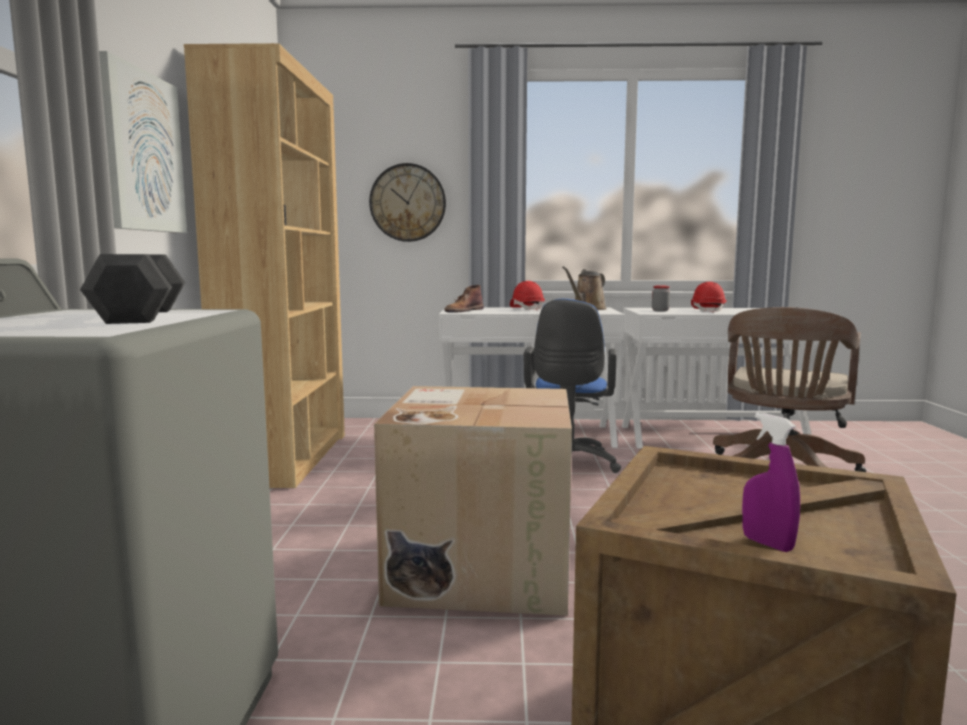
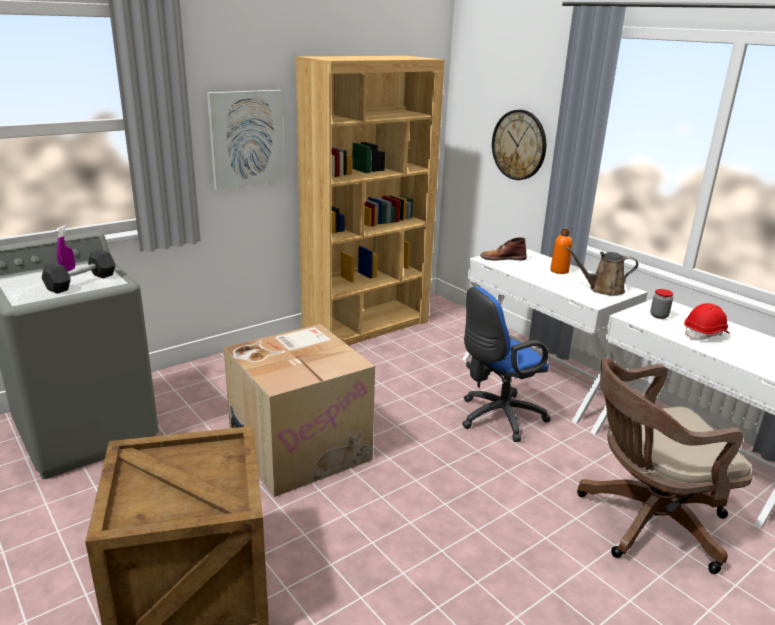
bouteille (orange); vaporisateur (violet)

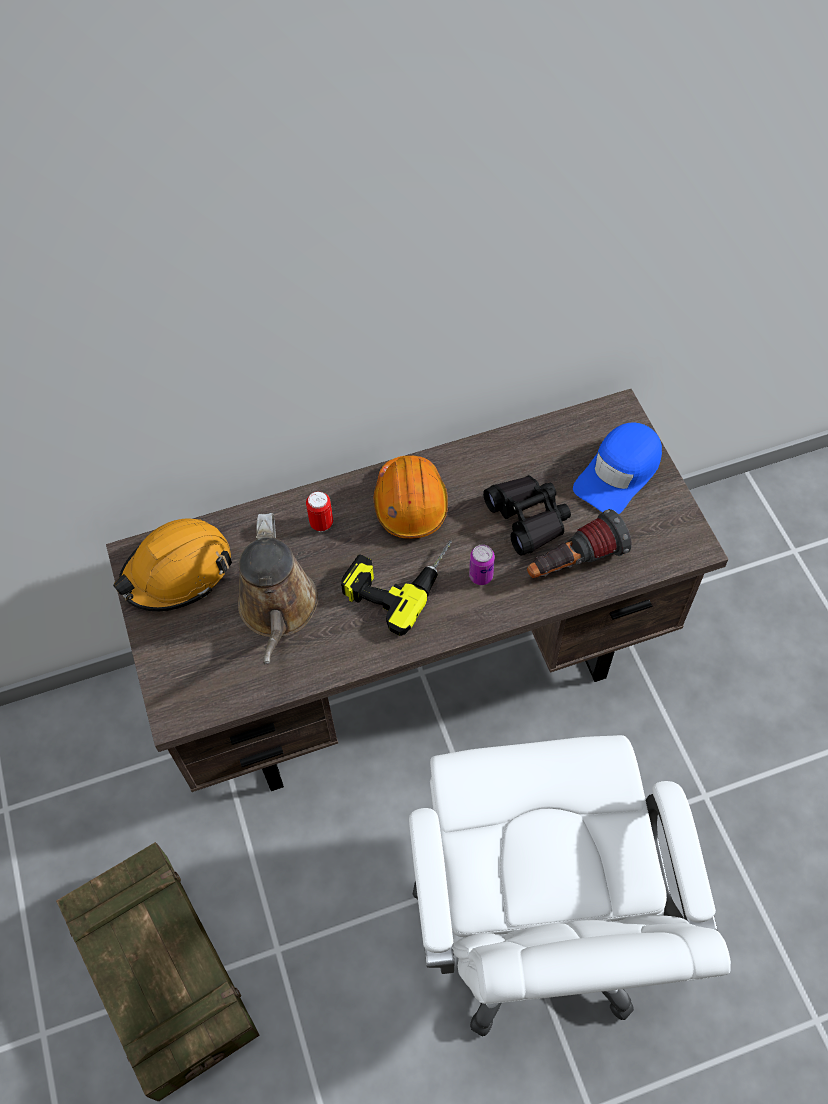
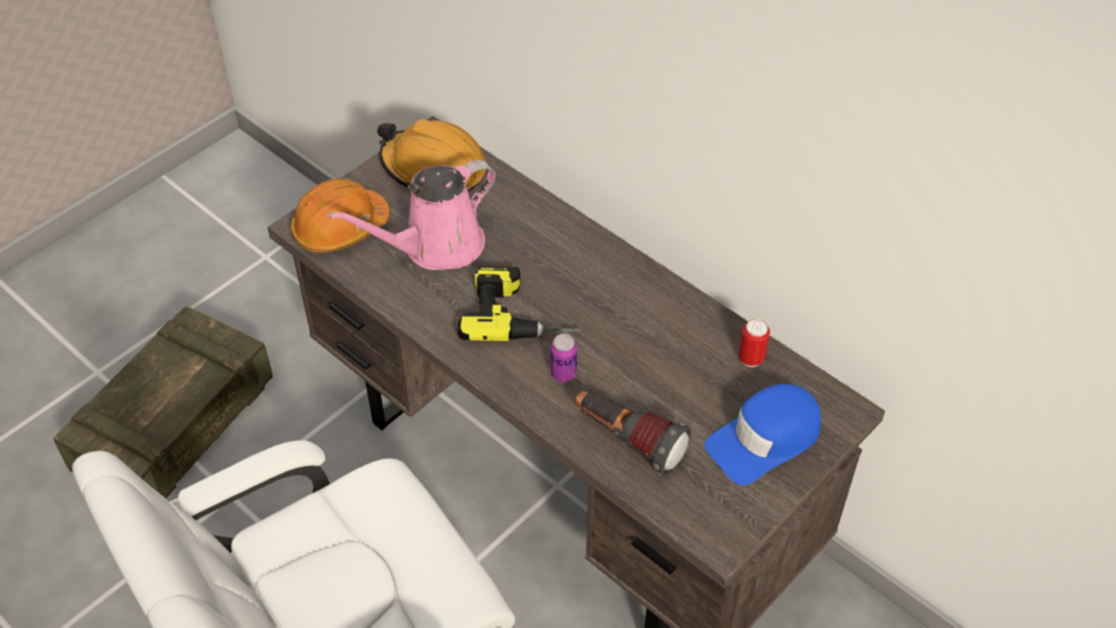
arrosoir (rose); boîte métallique (no. 2 from left); casque de chantier (orange) (no. 1 from left); jumelles (noir); casquette (bleu)

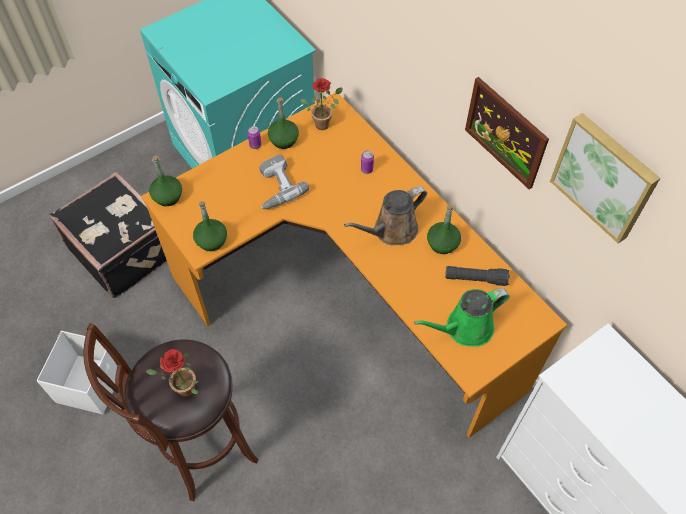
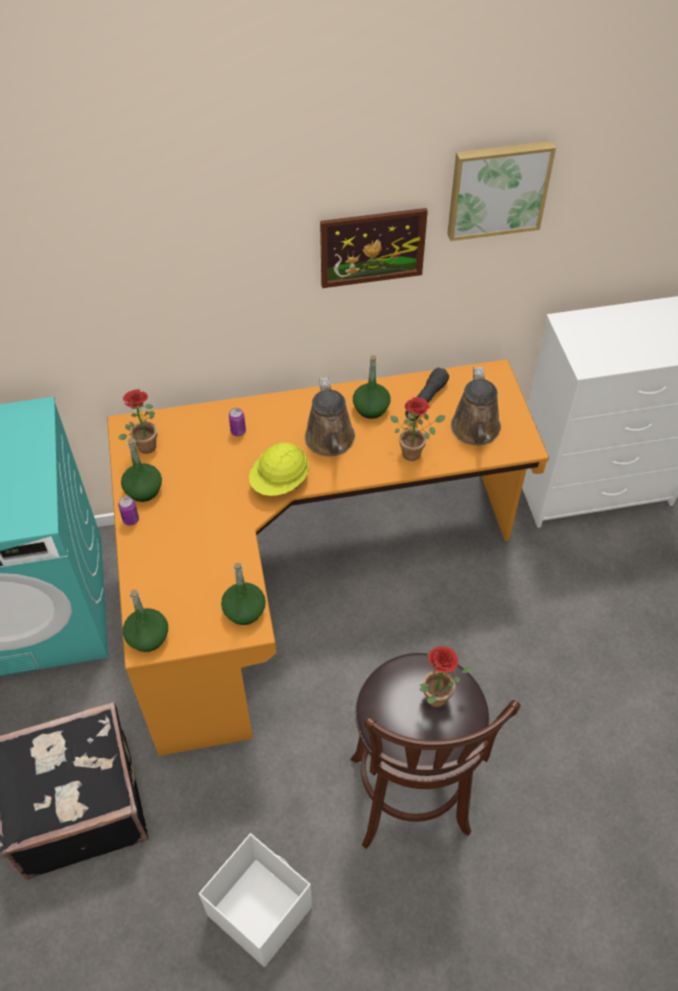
perceuse; arrosoir (marron) (no. 2 from left); casque de chantier (jaune); plante en pot (no. 2 from left)

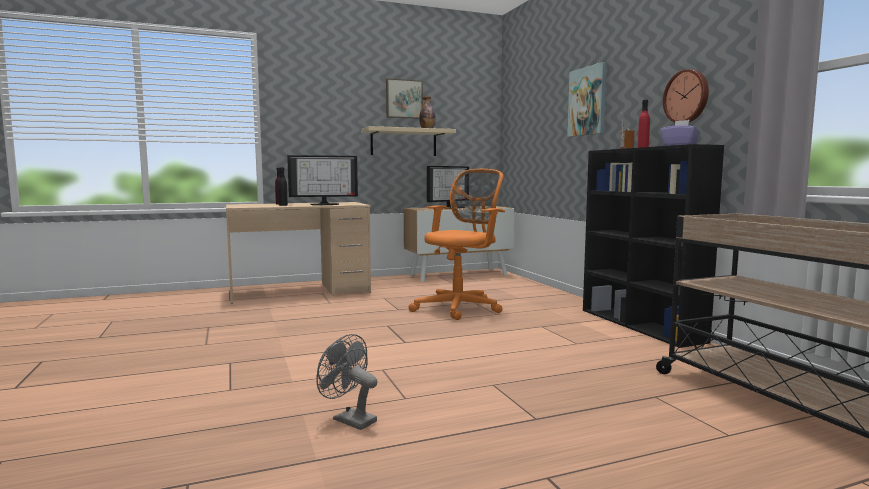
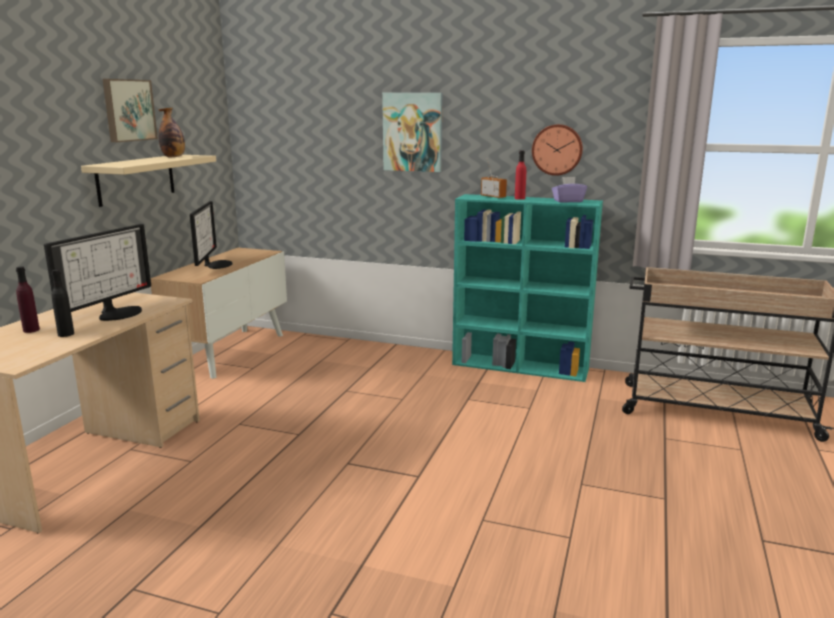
ventilateur (gris); chaise de bureau (orange); bibliothèque (turquoise)

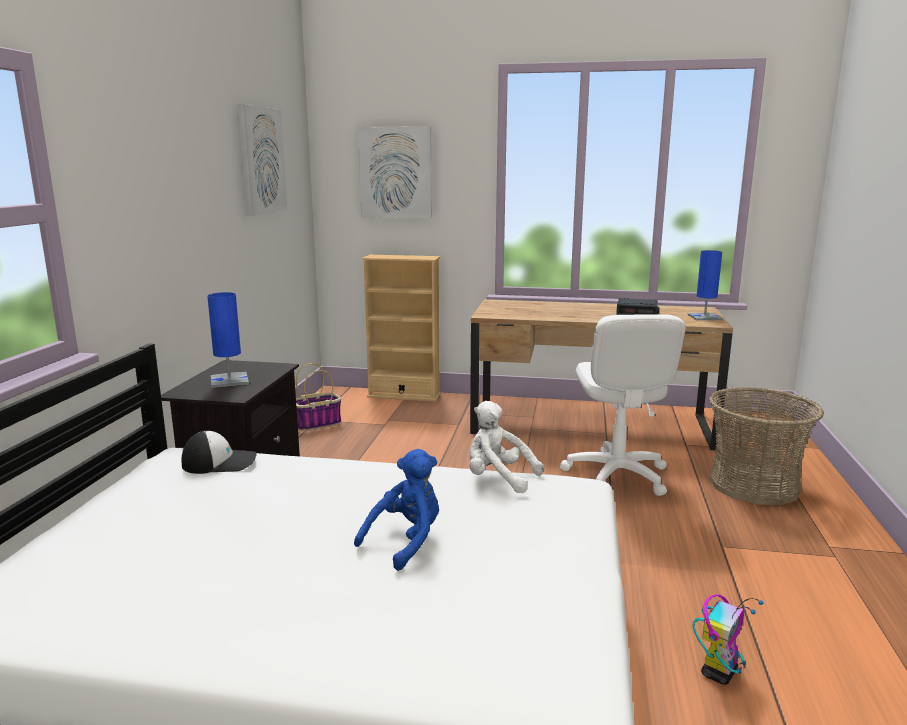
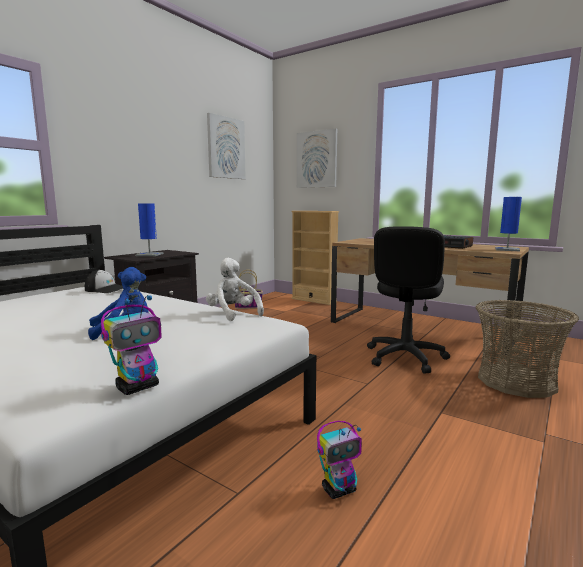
chaise de bureau (noir); robot jouet (no. 1 from left)

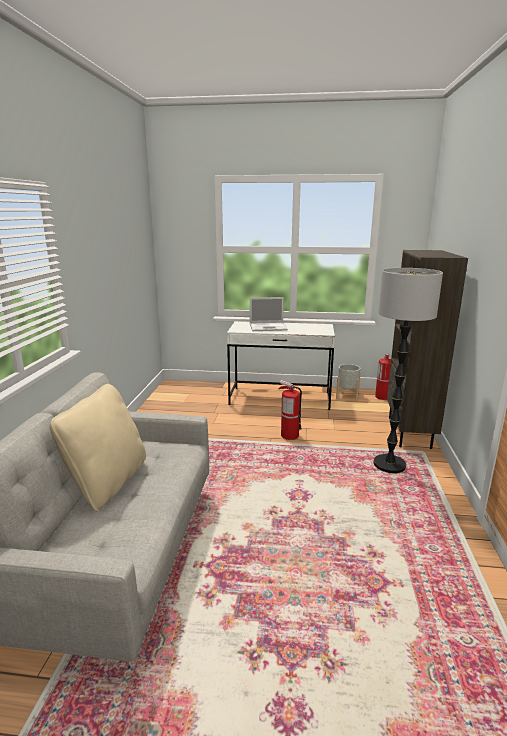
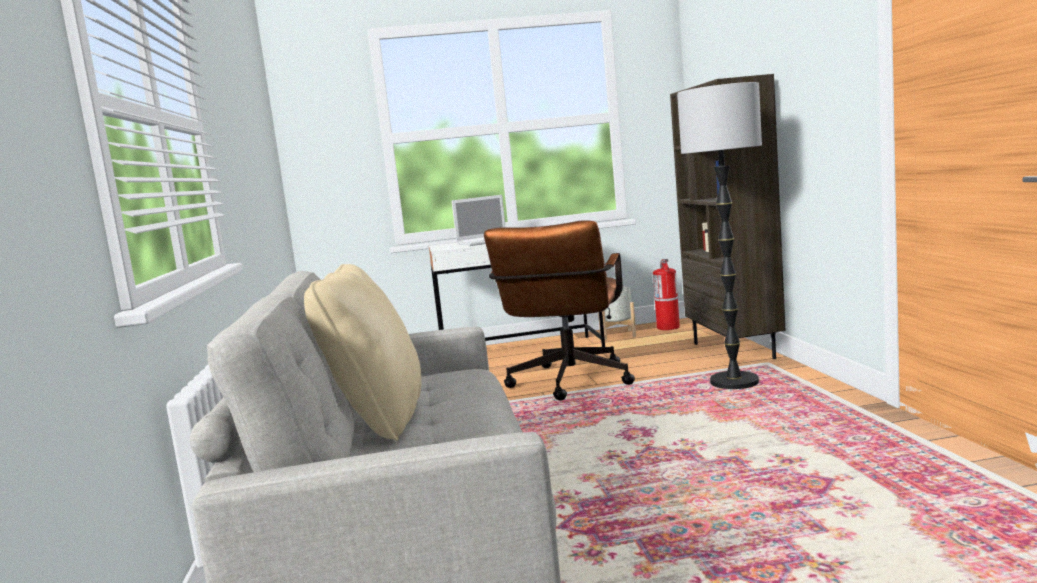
chaise de bureau (marron)

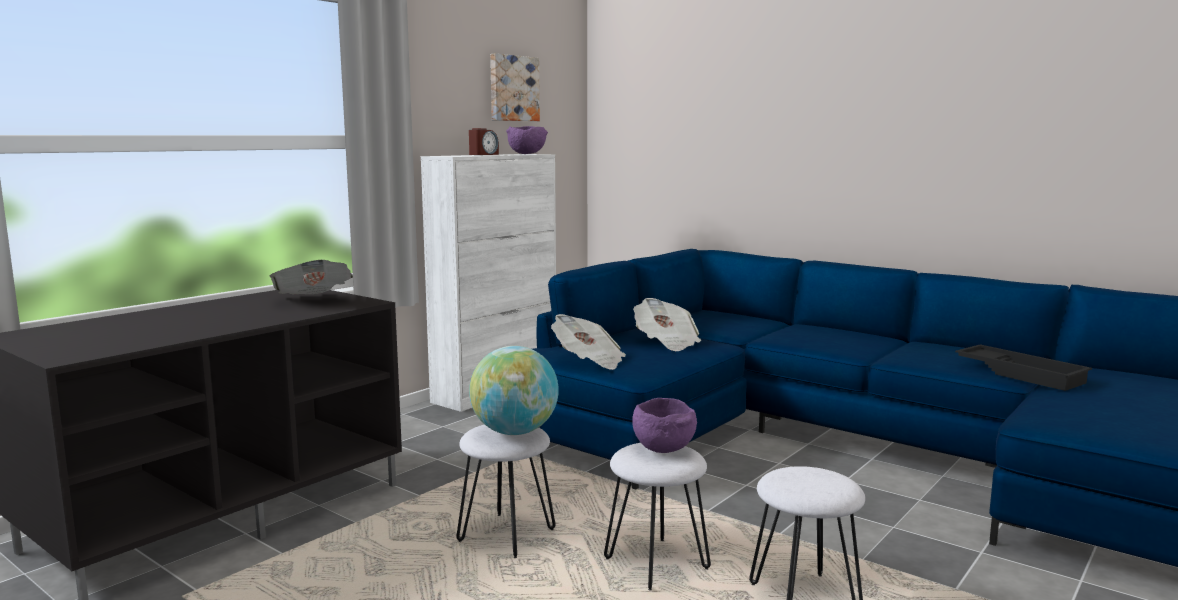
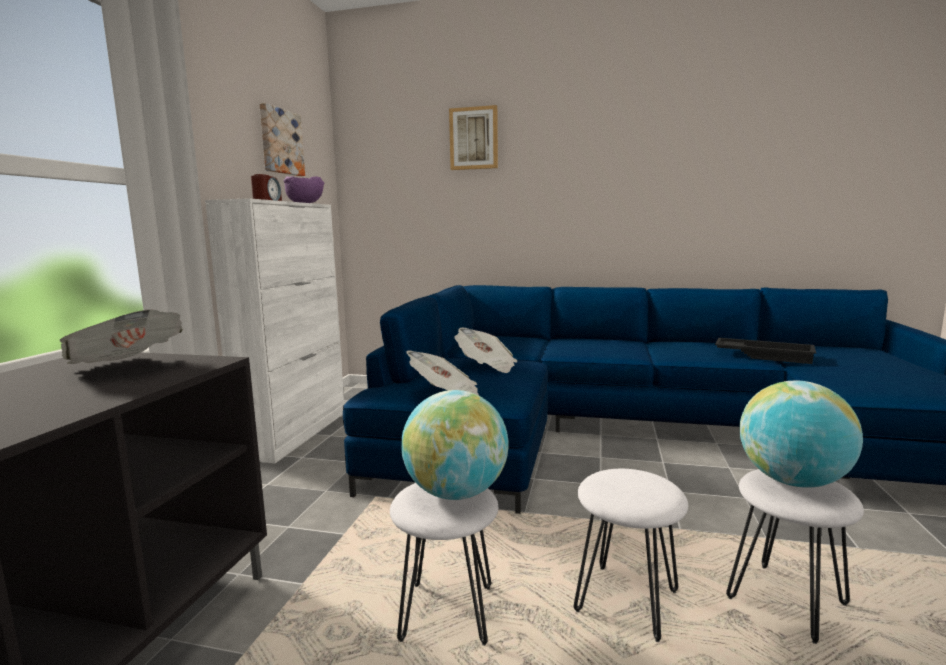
bol (violet) (no. 2 from left in the first image); tableau (no. 2 from left); globe (no. 2 from left)

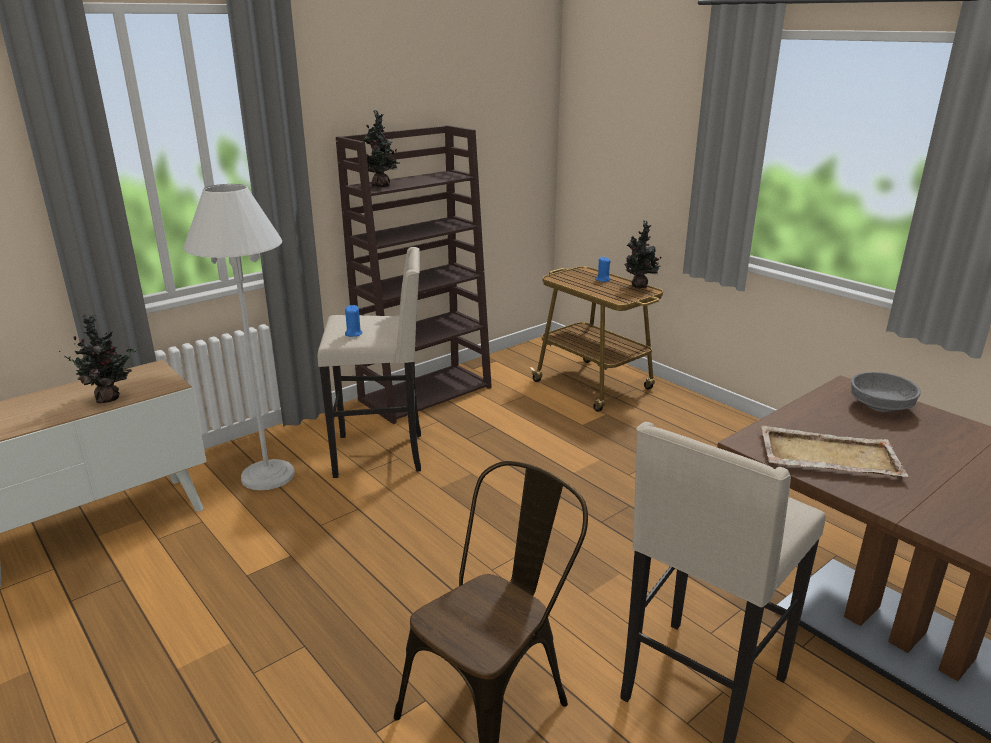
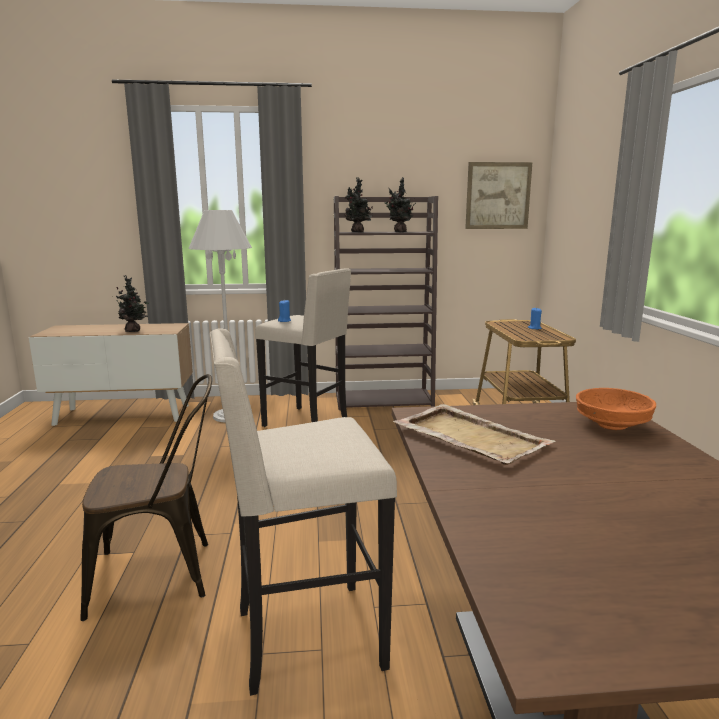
plante en pot (no. 3 from left); bol (orange); tableau

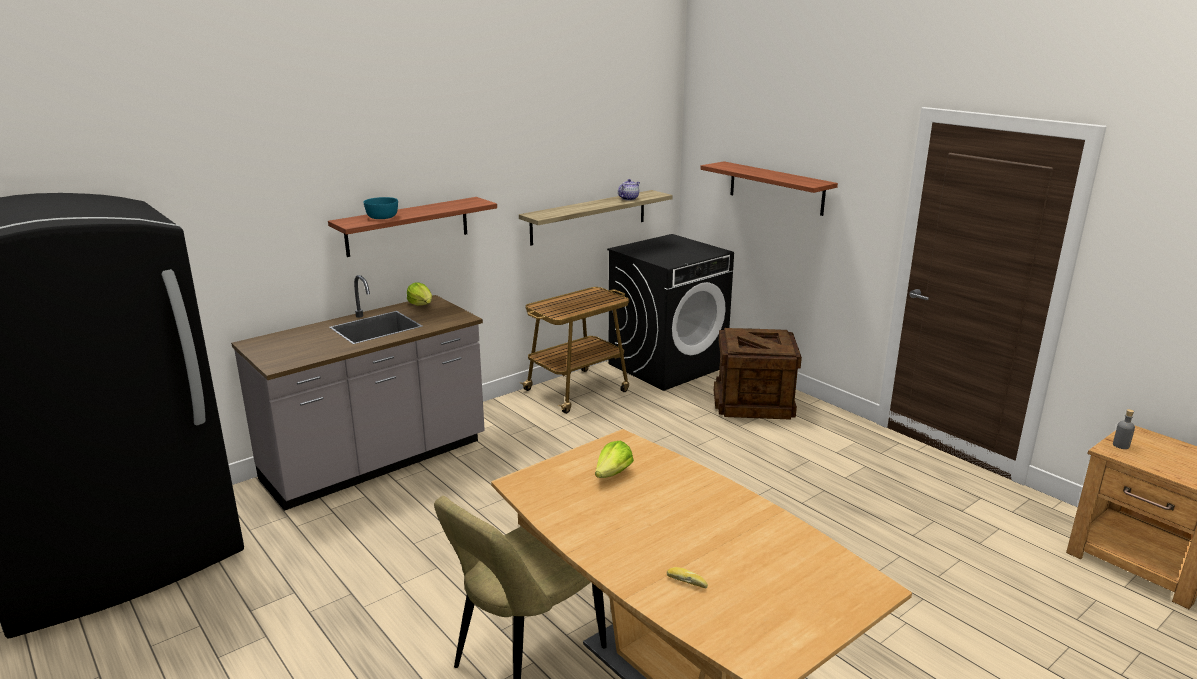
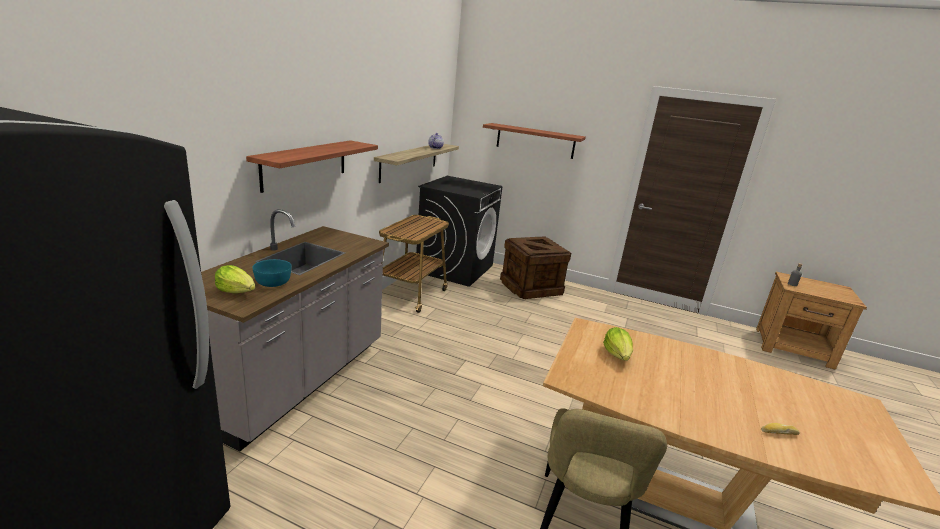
bol (turquoise); laitue (no. 1 from left)

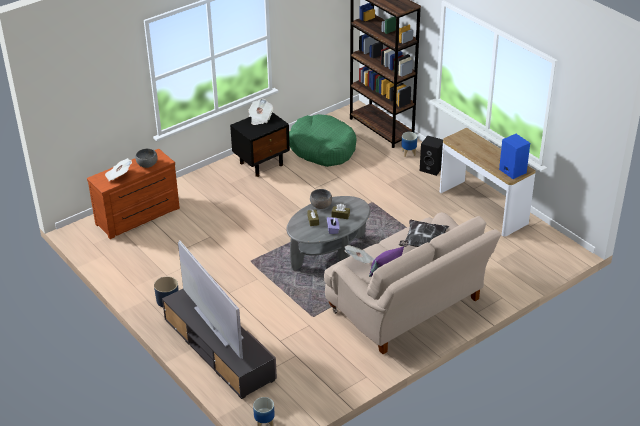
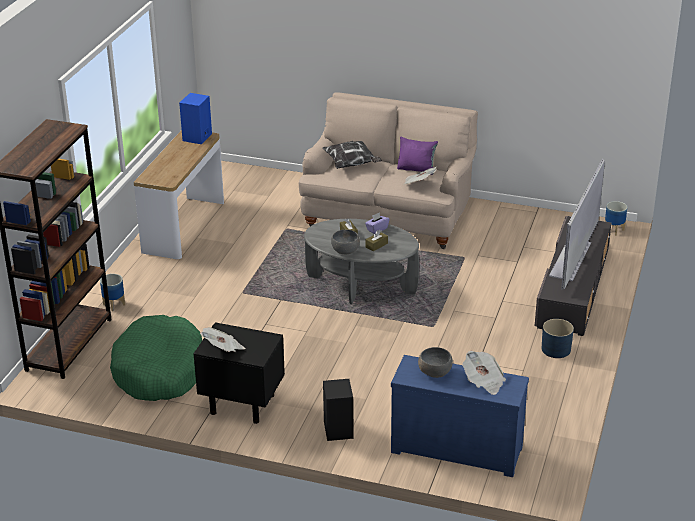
commode (bleu); enceinte (noir)

